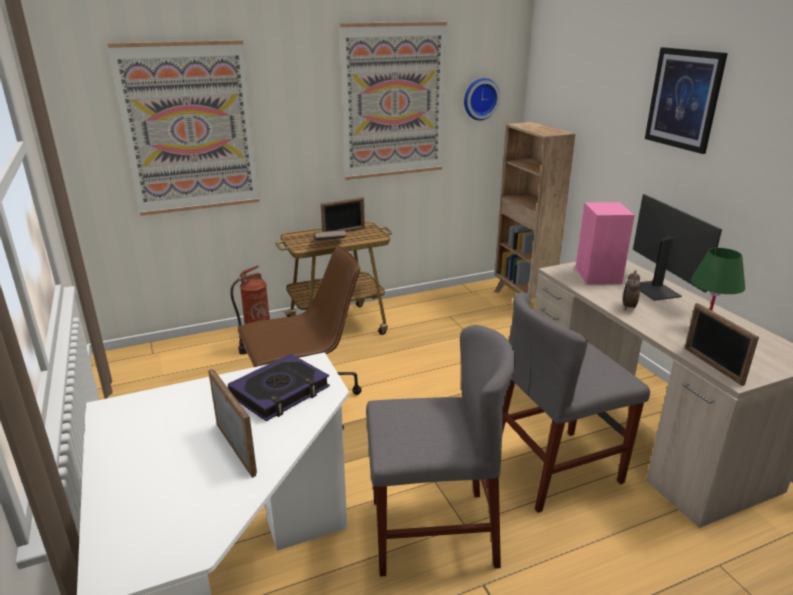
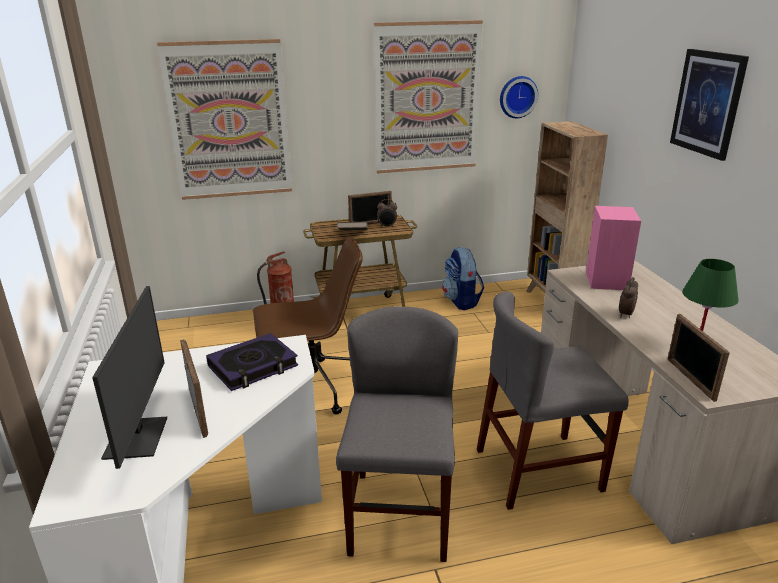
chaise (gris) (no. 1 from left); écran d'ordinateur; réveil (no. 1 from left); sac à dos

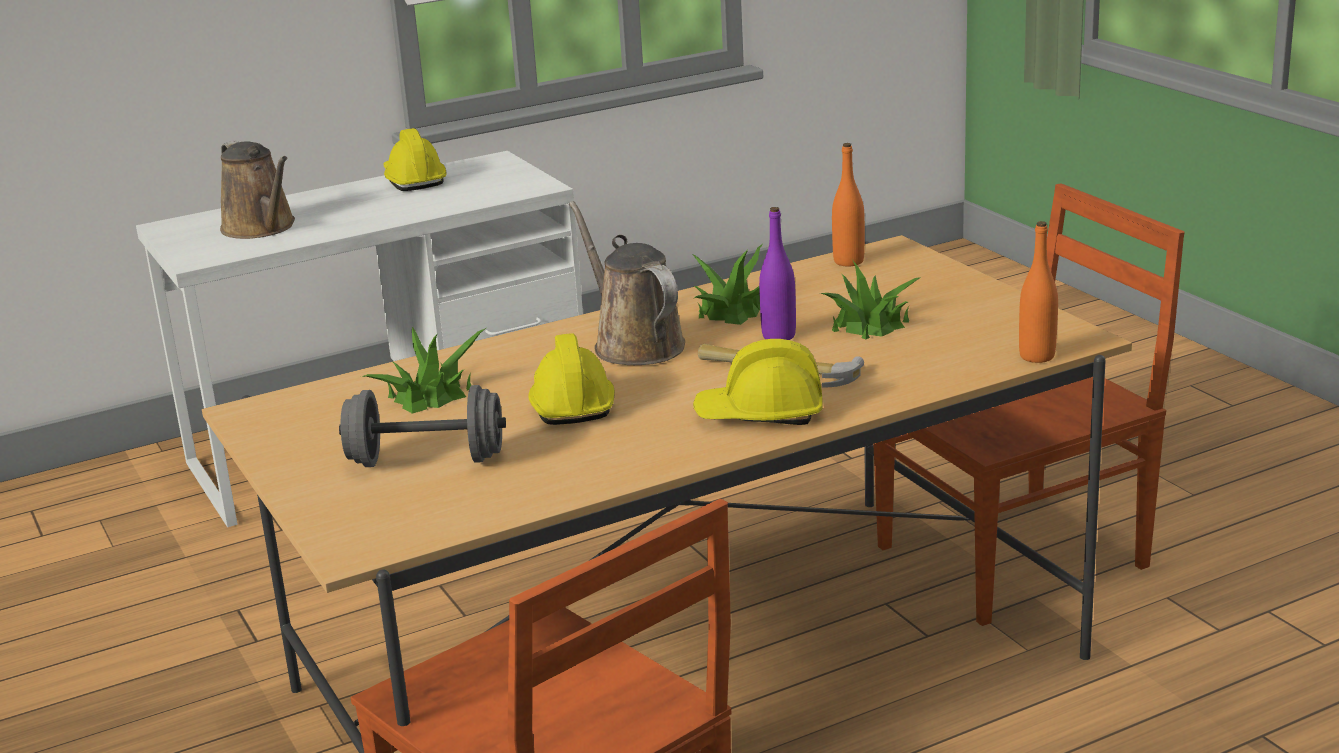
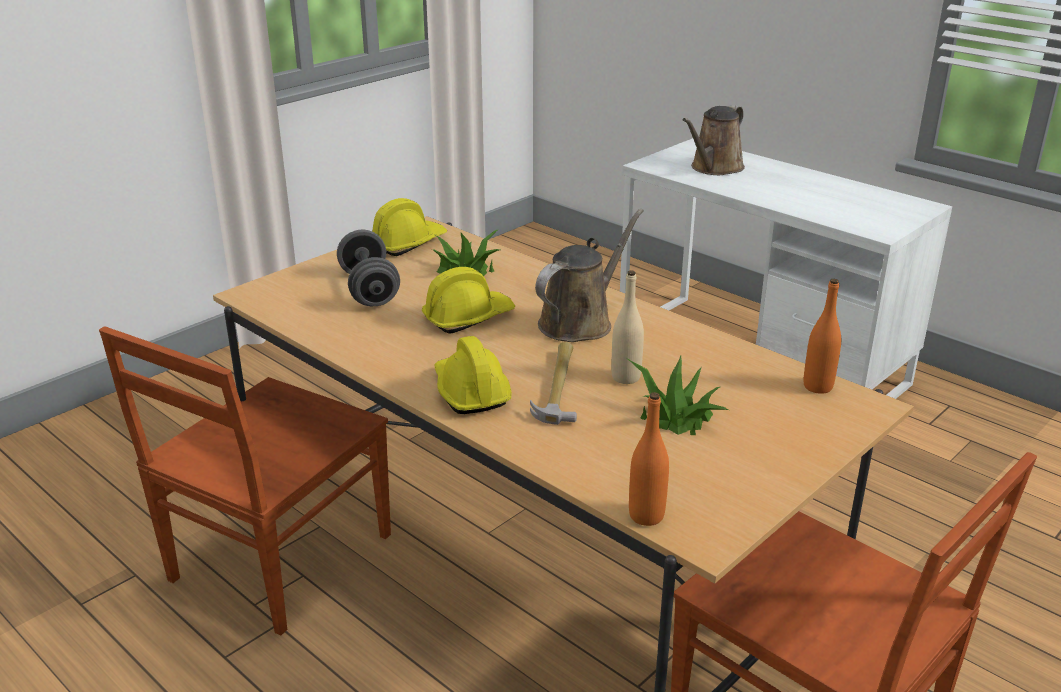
casque de chantier (jaune) (no. 1 from left); plante en pot (no. 2 from left in the first image); bouteille (beige)

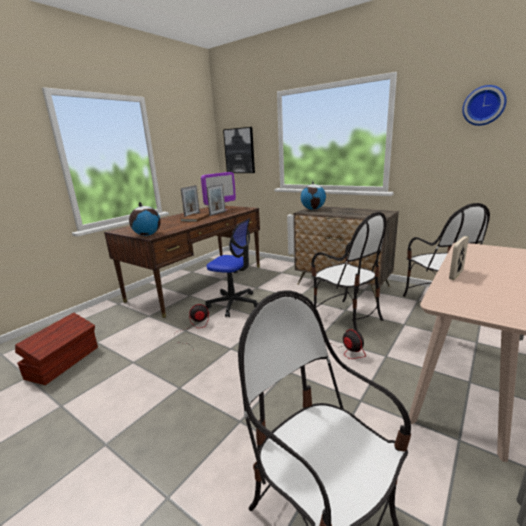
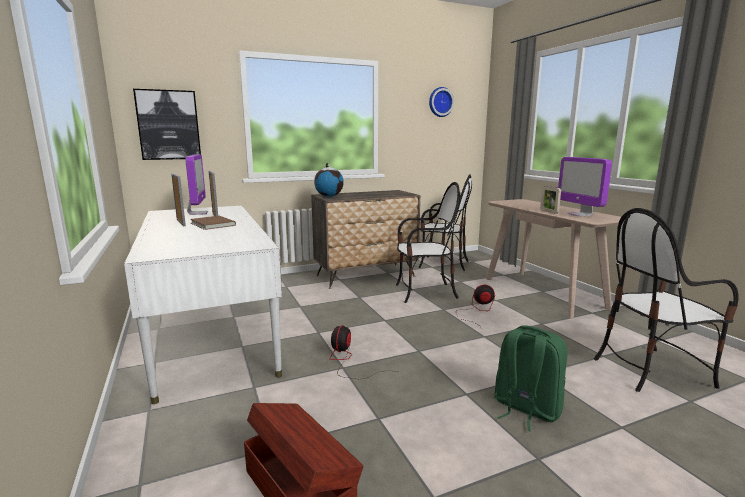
bureau (blanc); globe (no. 1 from left in the first image); chaise de bureau; sac à dos (vert); écran d'ordinateur (no. 2 from left)

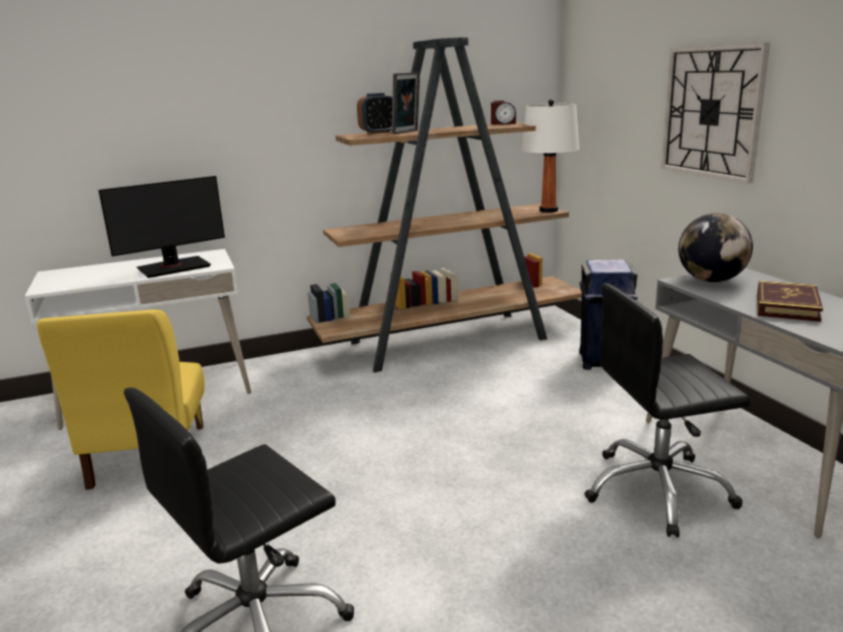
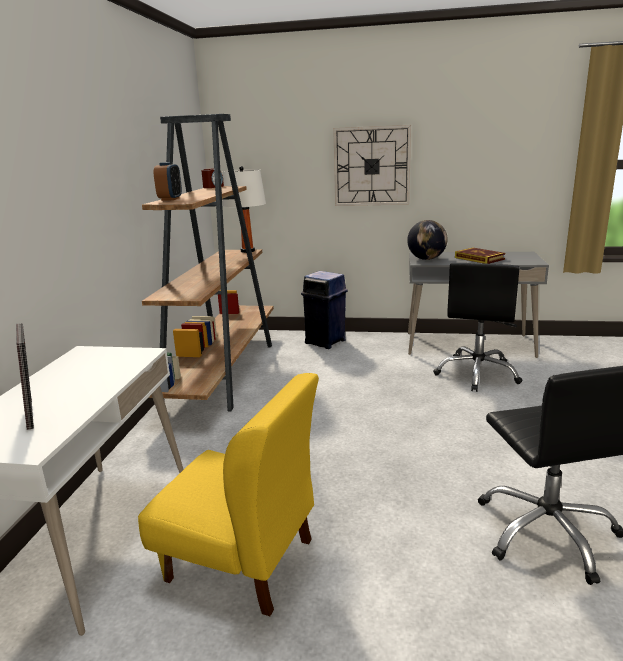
écran d'ordinateur; cadre photo

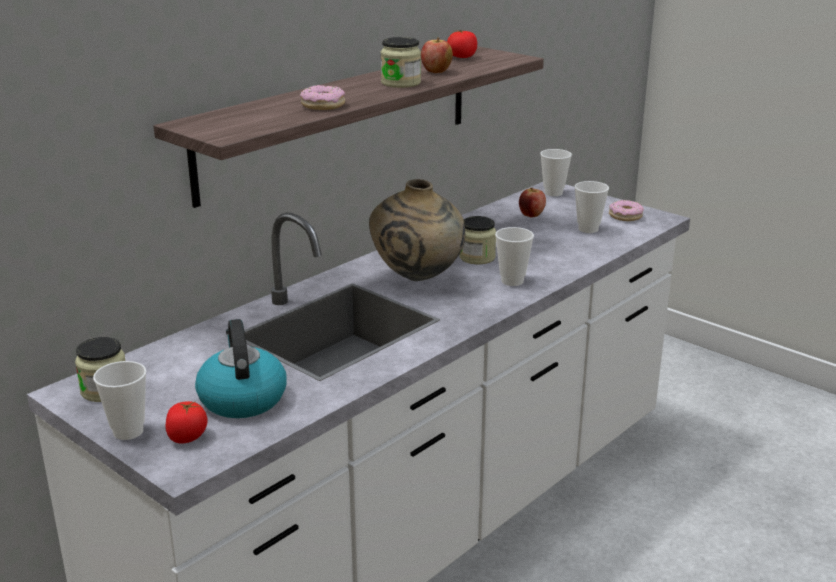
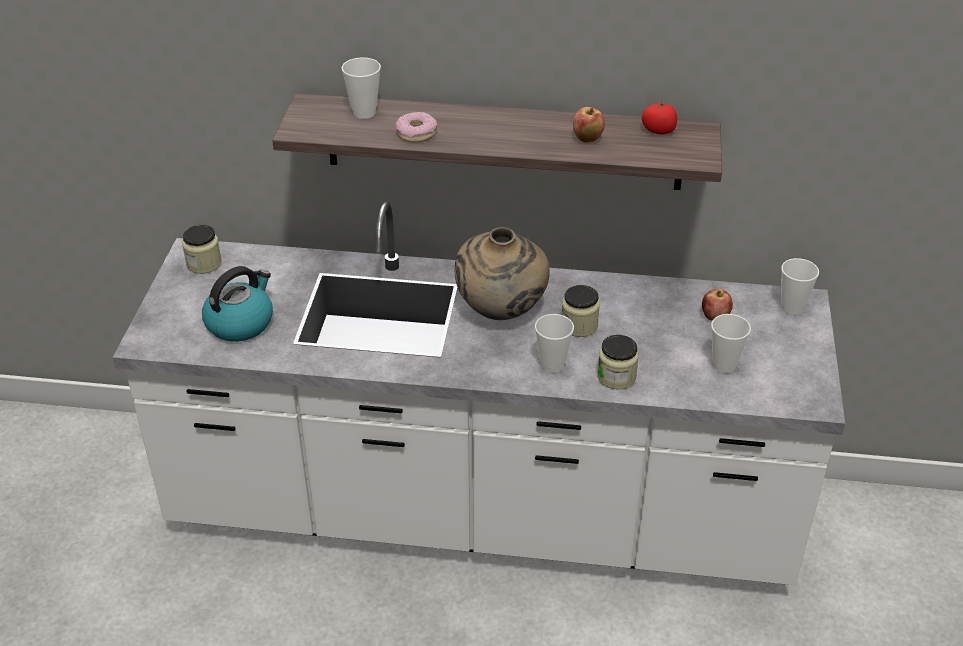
tasse (no. 1 from left); tomate (no. 1 from left in the first image); bocal (no. 3 from left); beignet (no. 2 from left in the first image)

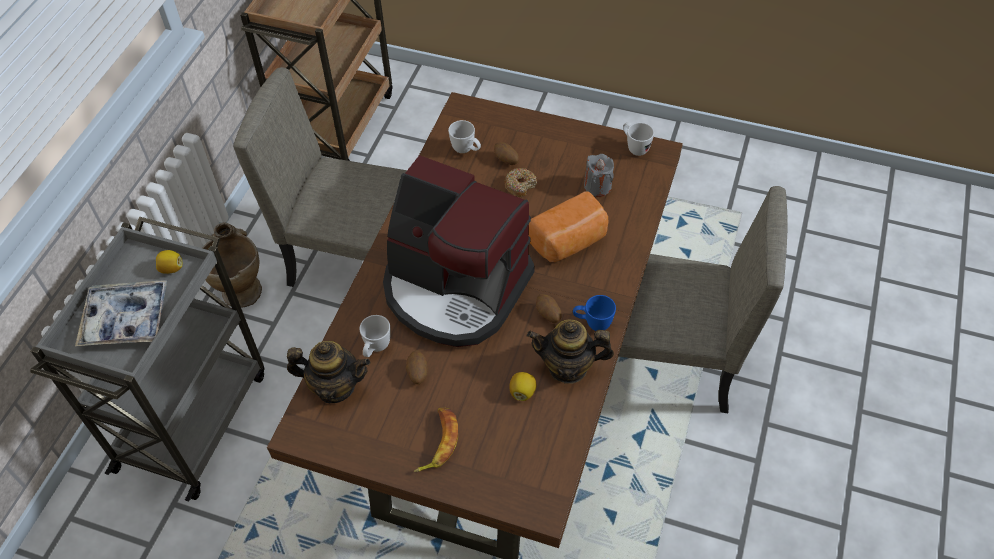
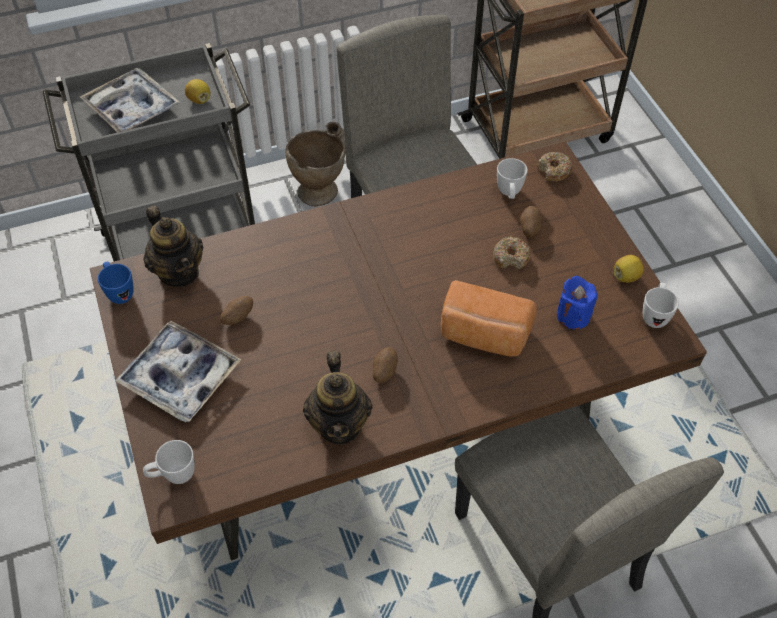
mug (blanc) (no. 1 from left); machine à café; plateau (no. 2 from left); citron (no. 2 from left); théière (no. 2 from left); mug (bleu); bougie (bleu); beignet (no. 2 from left)

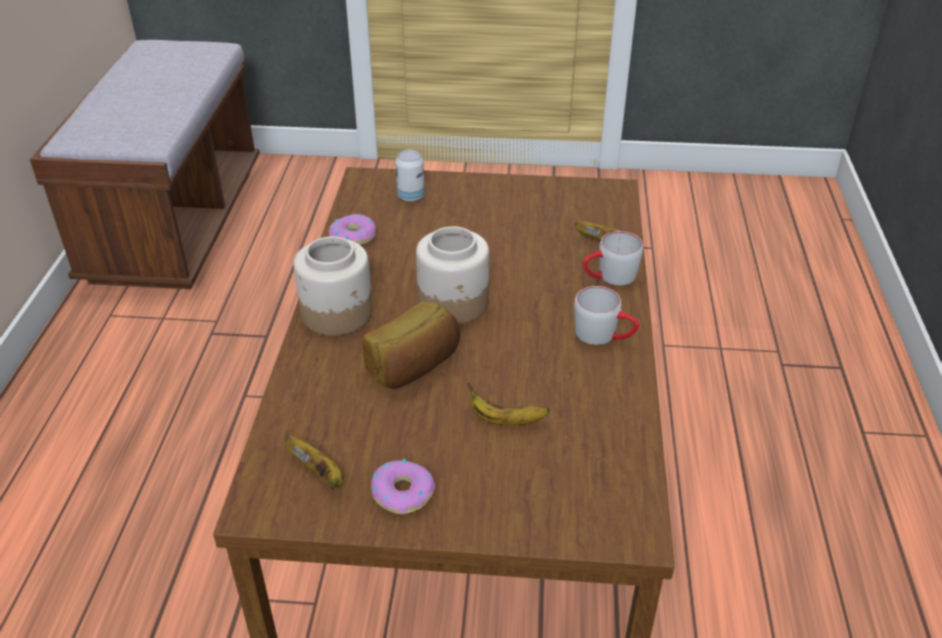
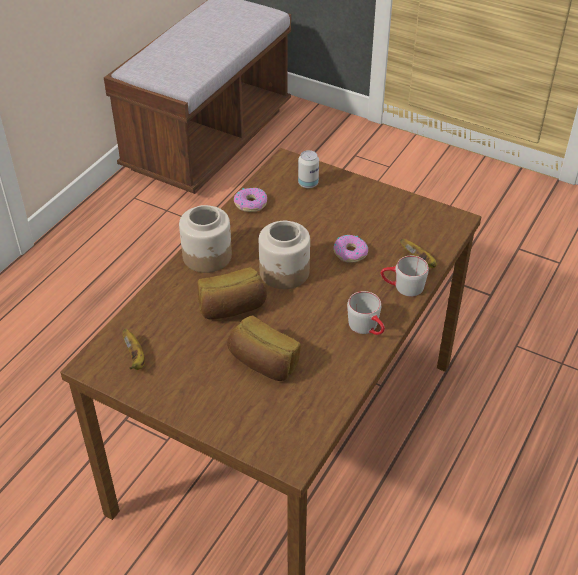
beignet (no. 2 from left); pain (no. 2 from left)

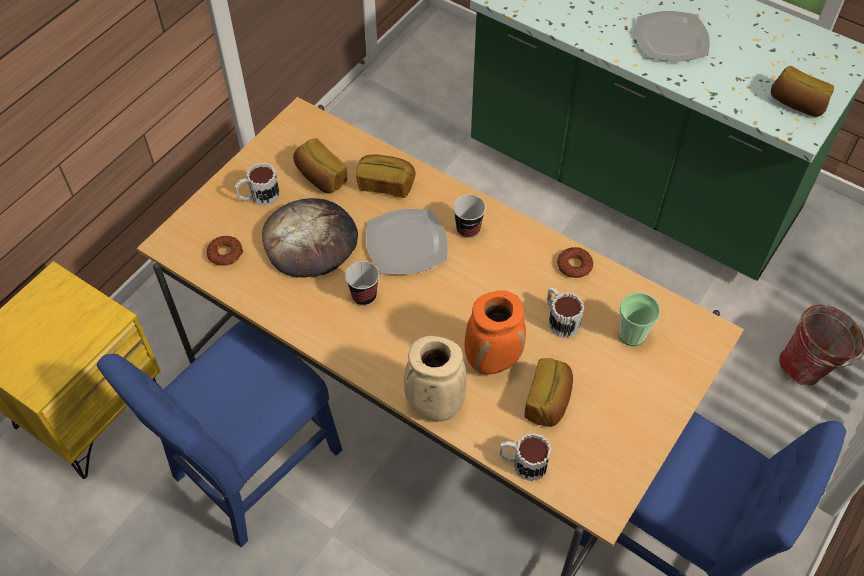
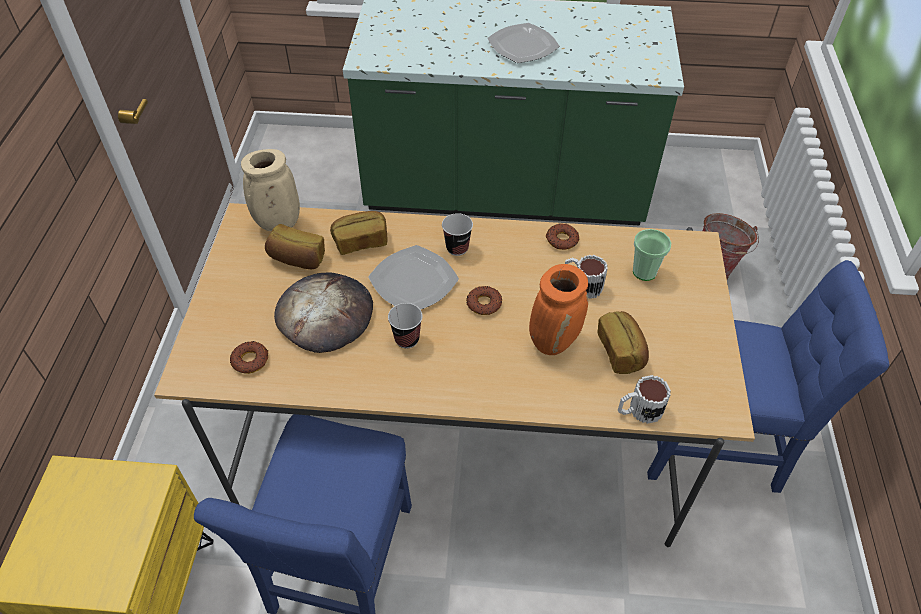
mug (no. 1 from left in the first image); vase (beige); pain (no. 5 from left in the first image); beignet (no. 2 from left)

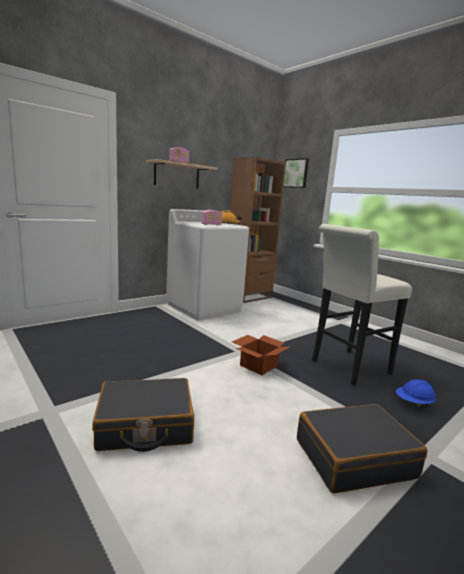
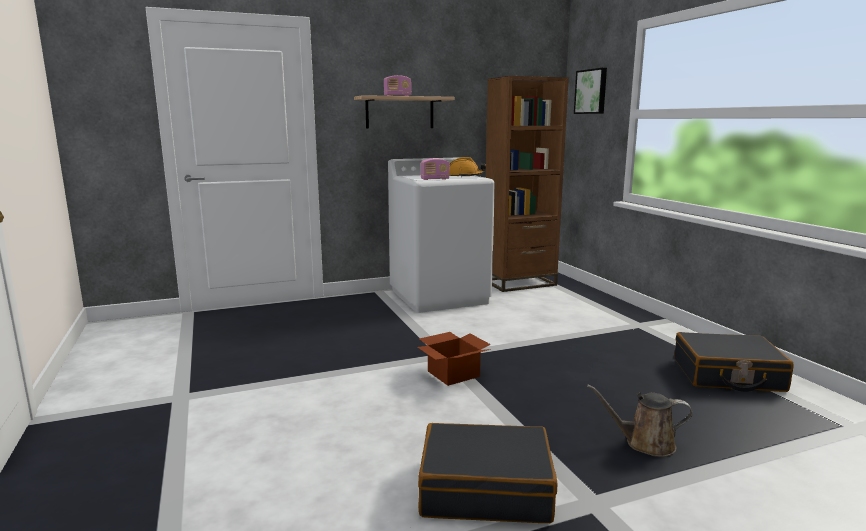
valise (noir) (no. 2 from left); tabouret (blanc); arrosoir (marron)

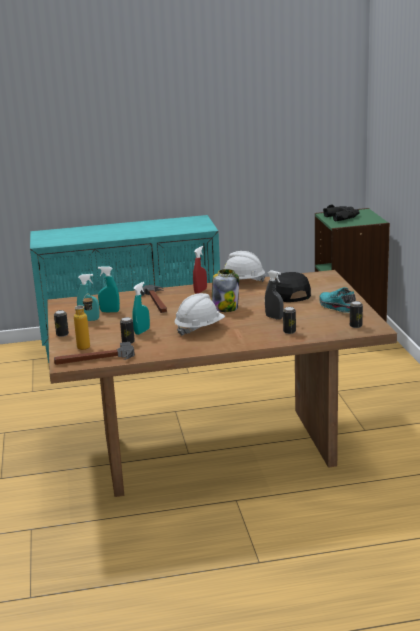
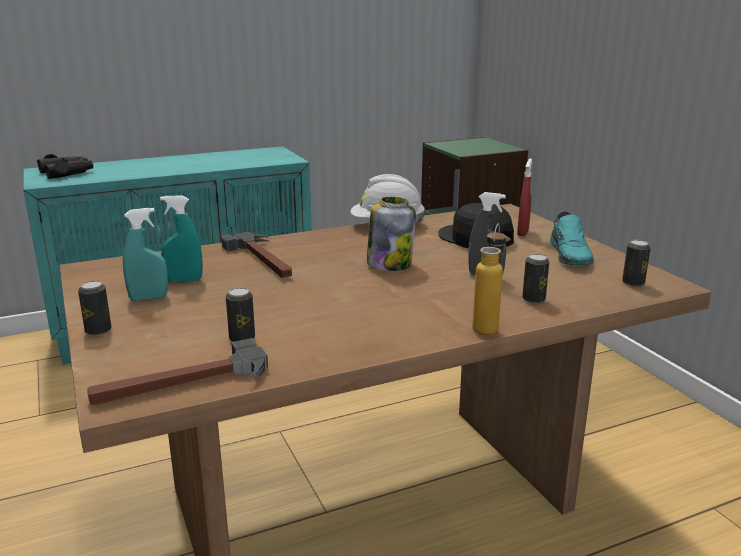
bouteille; vaporisateur (turquoise) (no. 3 from left in the first image); casque de chantier (blanc) (no. 1 from left in the first image); vaporisateur (rouge); chaussure (turquoise); jumelles (noir)

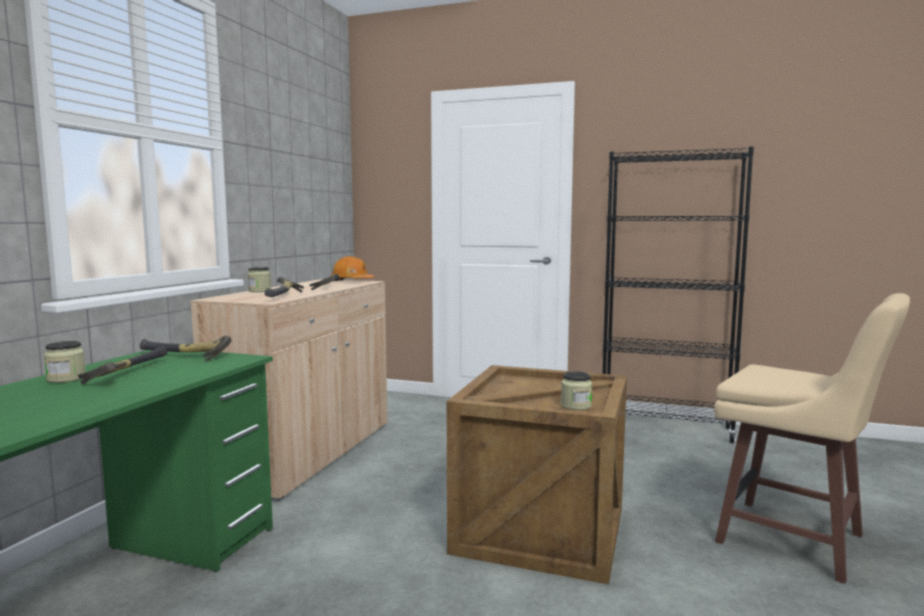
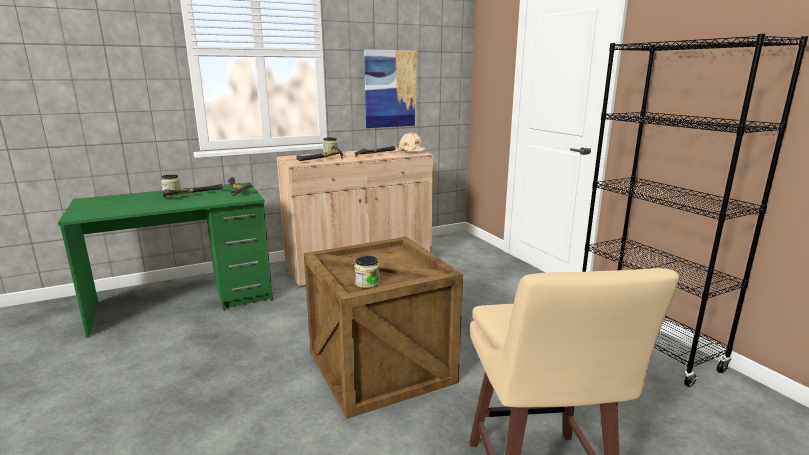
casque de chantier (beige); tableau

